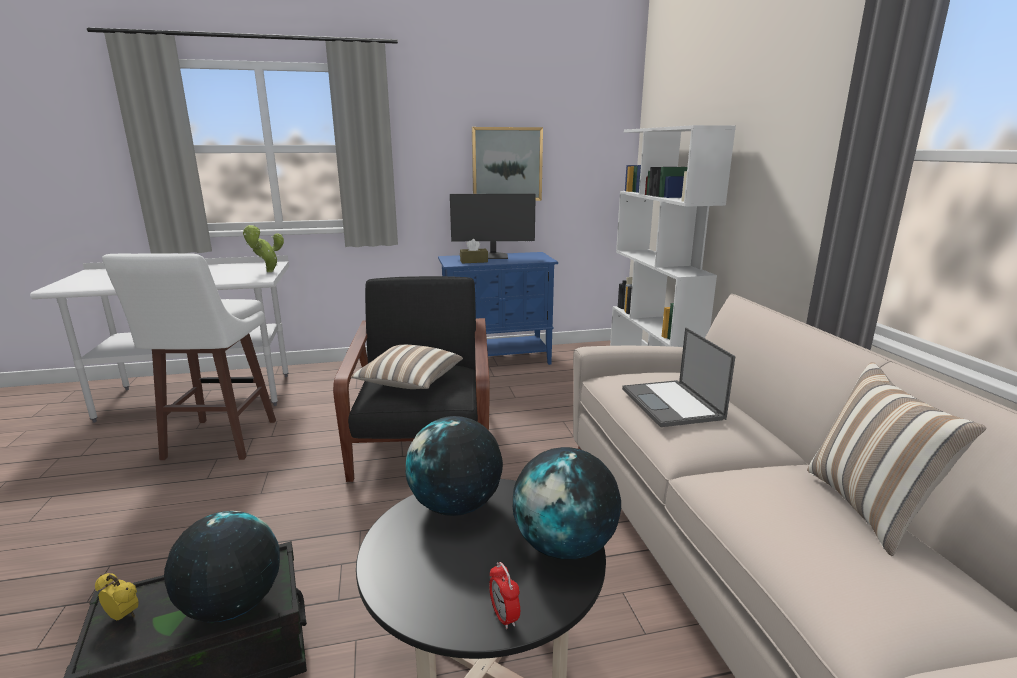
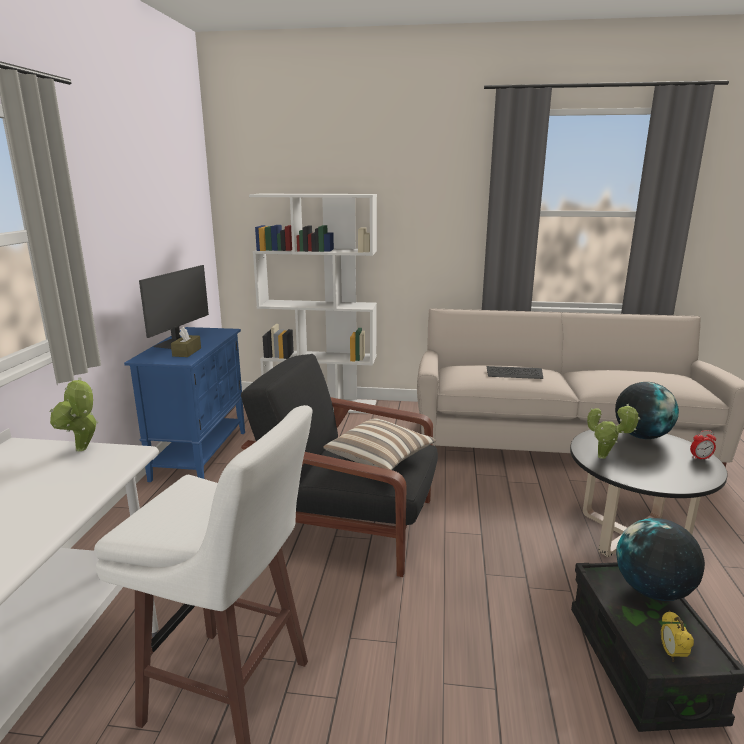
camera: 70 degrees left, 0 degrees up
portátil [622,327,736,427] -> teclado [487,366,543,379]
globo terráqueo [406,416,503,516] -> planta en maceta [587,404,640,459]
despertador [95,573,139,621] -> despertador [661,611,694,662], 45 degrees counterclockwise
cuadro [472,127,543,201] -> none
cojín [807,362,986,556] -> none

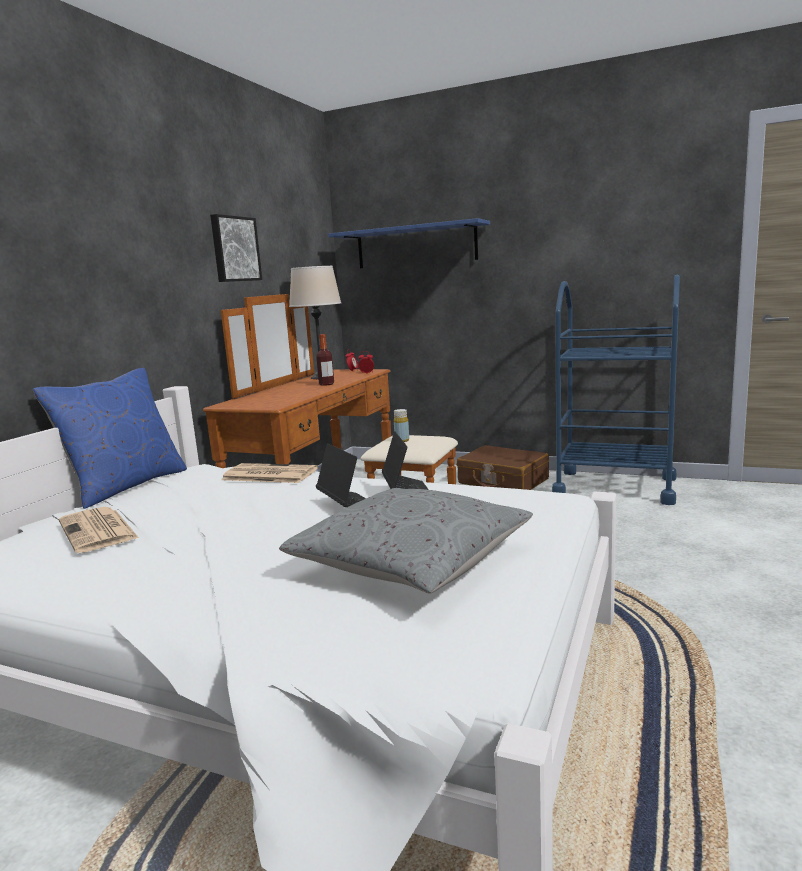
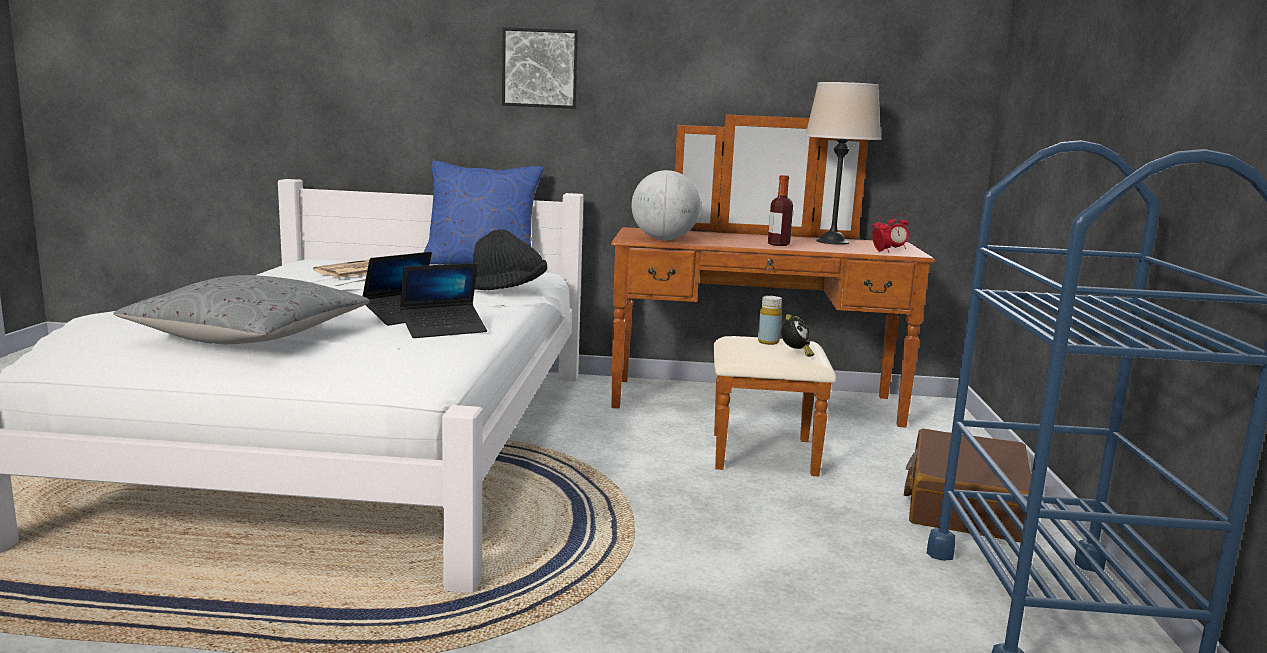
camera: 70 degrees right, 0 degrees up
periódico [222,463,318,483] -> sombrero (negro) [473,229,547,290]
cuadro [210,214,262,282] -> cuadro [502,27,579,109], relocated
none -> globo terráqueo [632,170,701,240]
none -> despertador [781,314,814,357]
estante (azul) [328,218,490,268] -> none

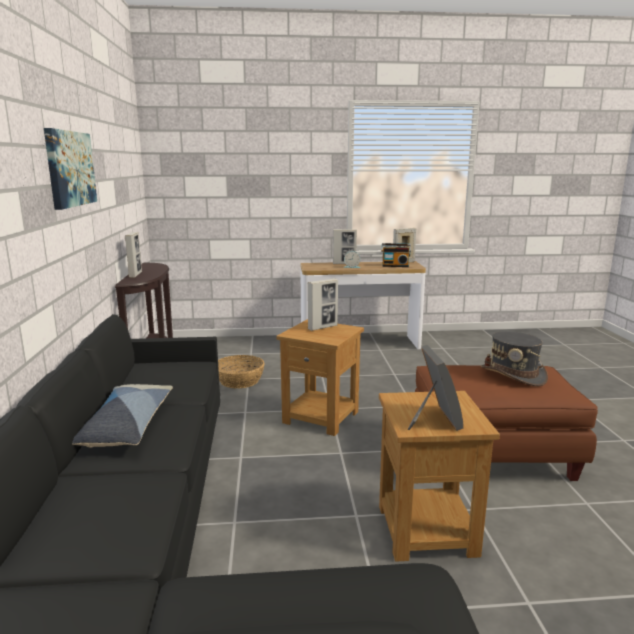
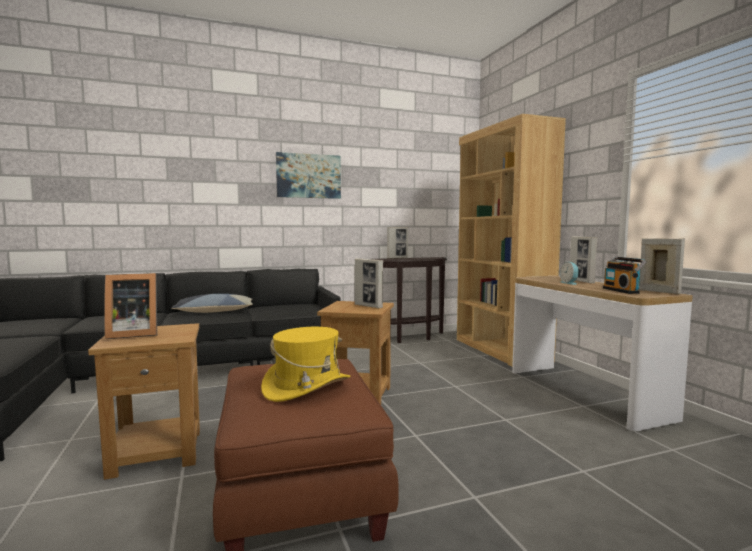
camera: 75 degrees right, 10 degrees down
sombrero (gris) [481,331,548,386] -> sombrero (amarillo) [261,327,351,402]
none -> estantería (marrón) [457,114,566,367]
cesta [218,355,265,388] -> none

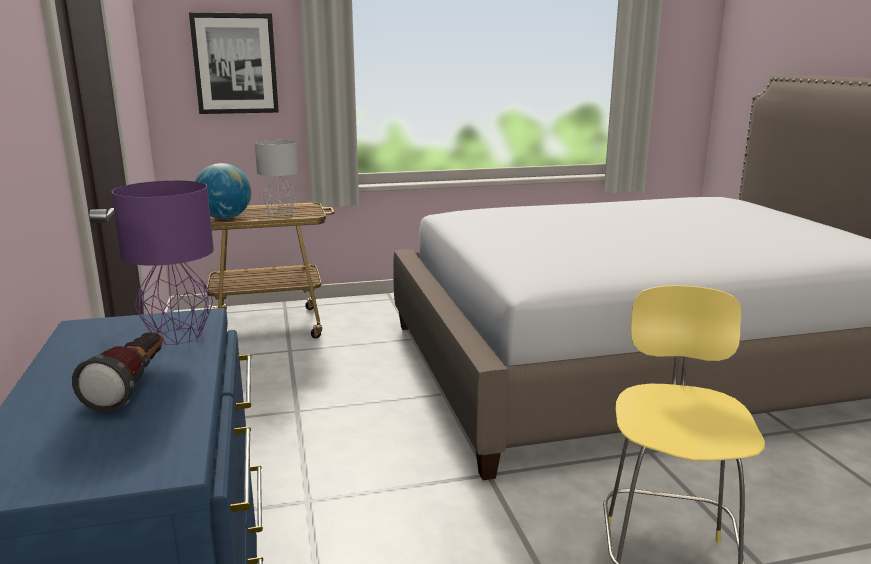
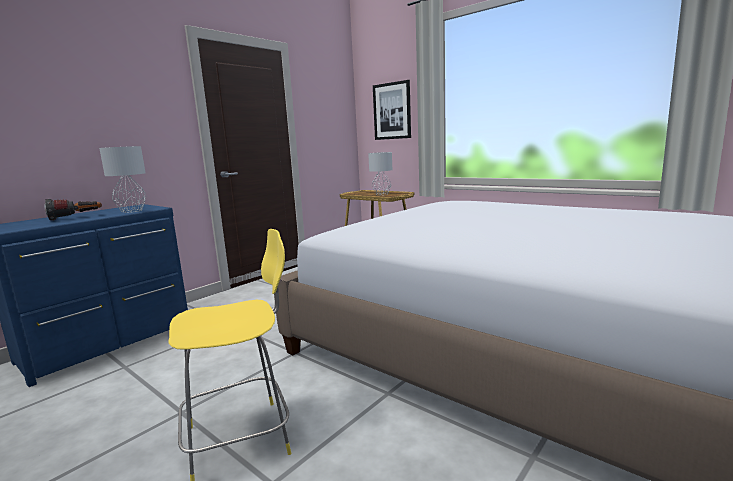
camera: 55 degrees right, 5 degrees down
lámpara de mesa (morado) [112,180,214,345] -> lámpara de mesa (gris) [99,146,146,213]
globo terráqueo [195,163,251,219] -> none

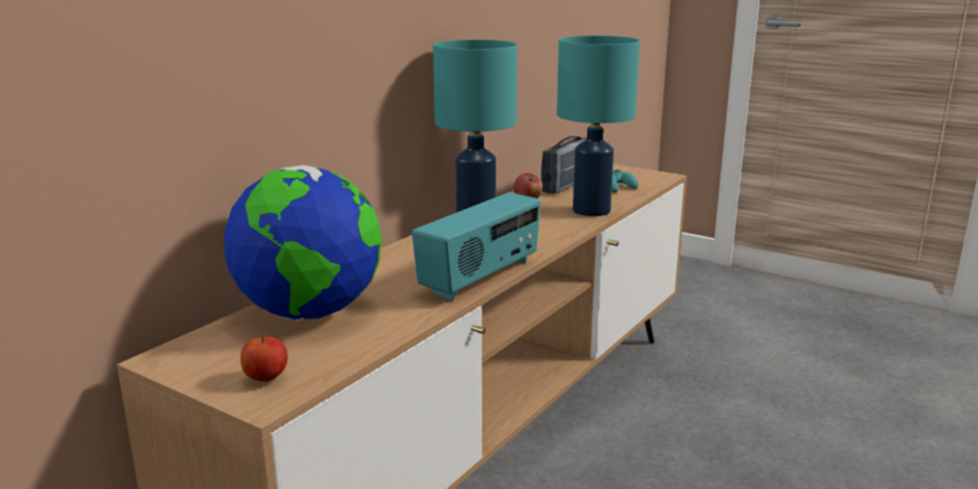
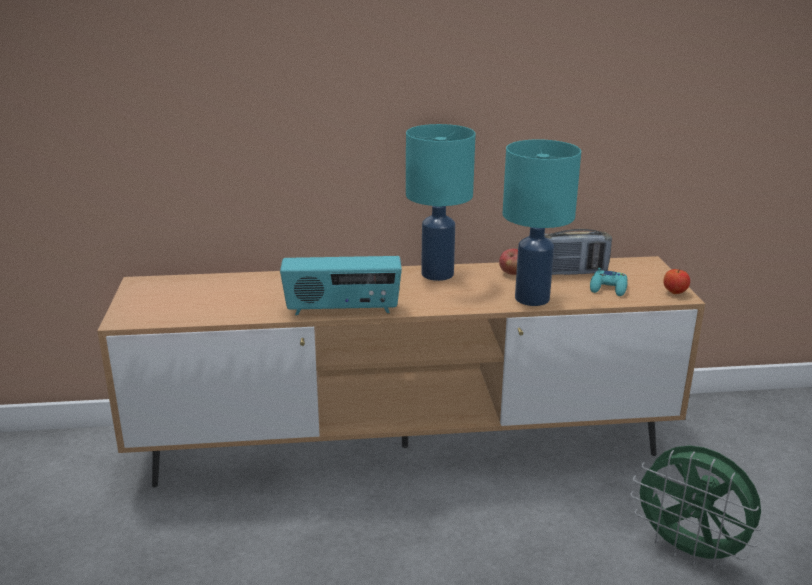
camera: 50 degrees right, 5 degrees up
none -> ventilador (verde) [630,445,763,569]
manzana [240,336,288,382] -> manzana [663,269,690,294], relocated
globo terráqueo [224,165,382,320] -> none

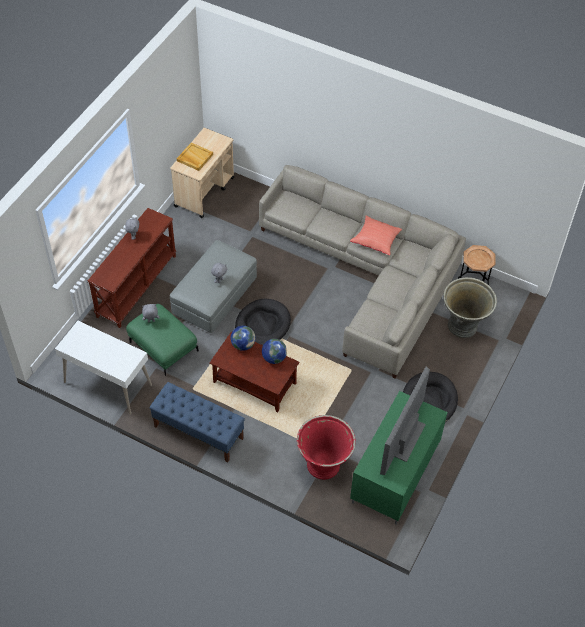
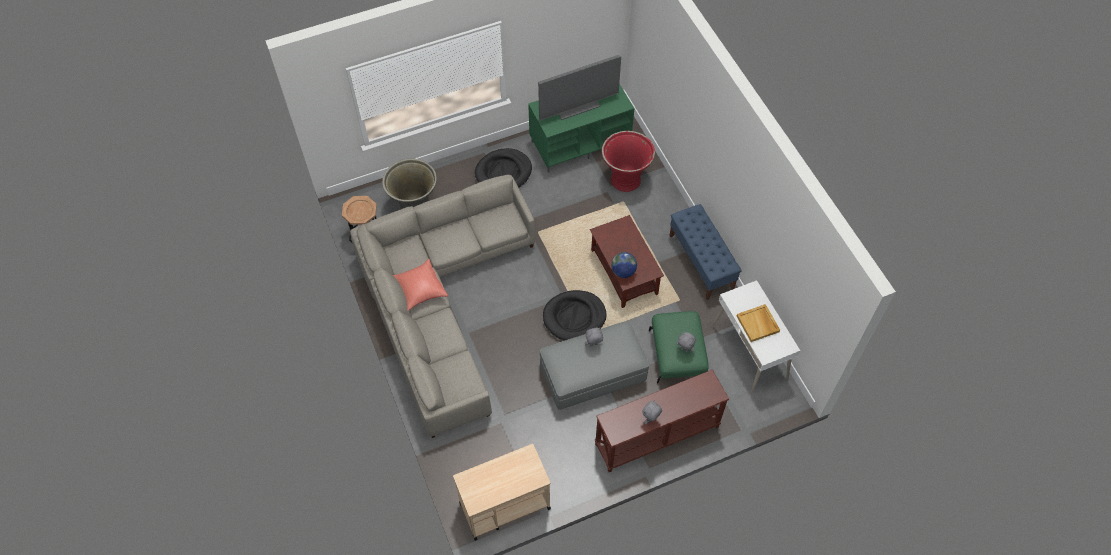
camera: 140 degrees left, 5 degrees up
bandeja (beis) [177,143,213,171] -> bandeja (beis) [737,304,780,342], relocated
globo terráqueo [262,339,287,364] -> none

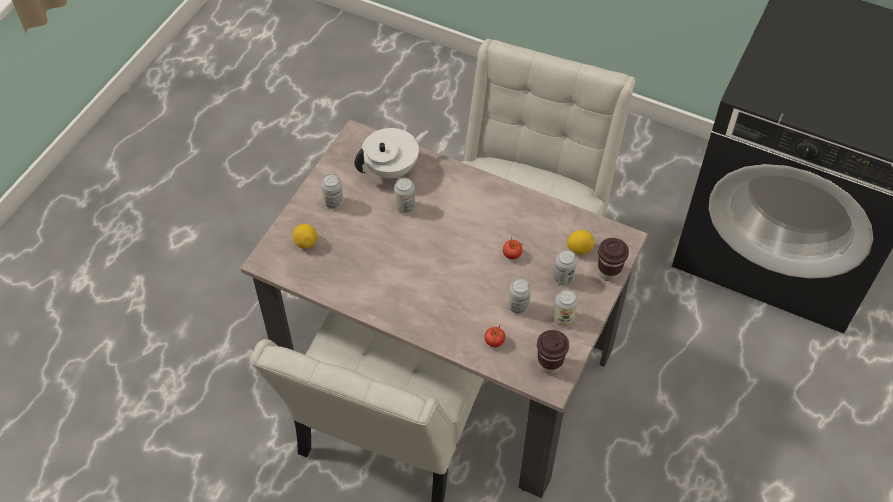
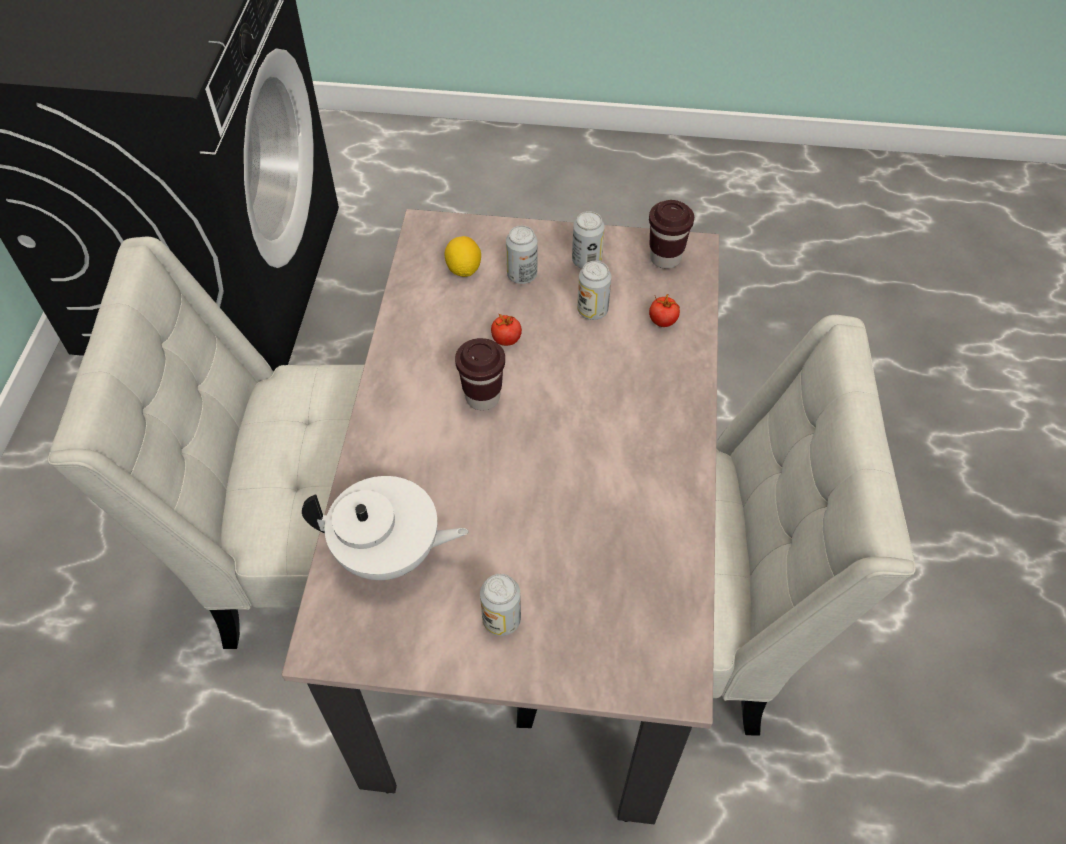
camera: 110 degrees left, 0 degrees up
tetera (blanco) [354,128,428,179] -> tetera (blanco) [302,476,469,580], 150 degrees clockwise
taza (marrón) [598,238,629,281] -> taza (marrón) [455,338,505,410], relocated
limón [293,224,317,249] -> none
lata [394,178,415,213] -> none

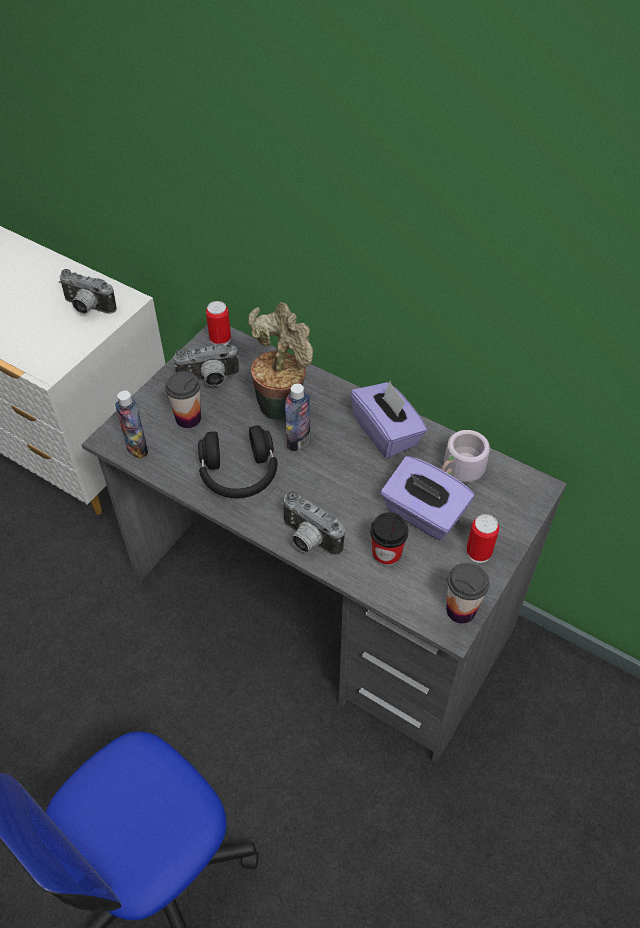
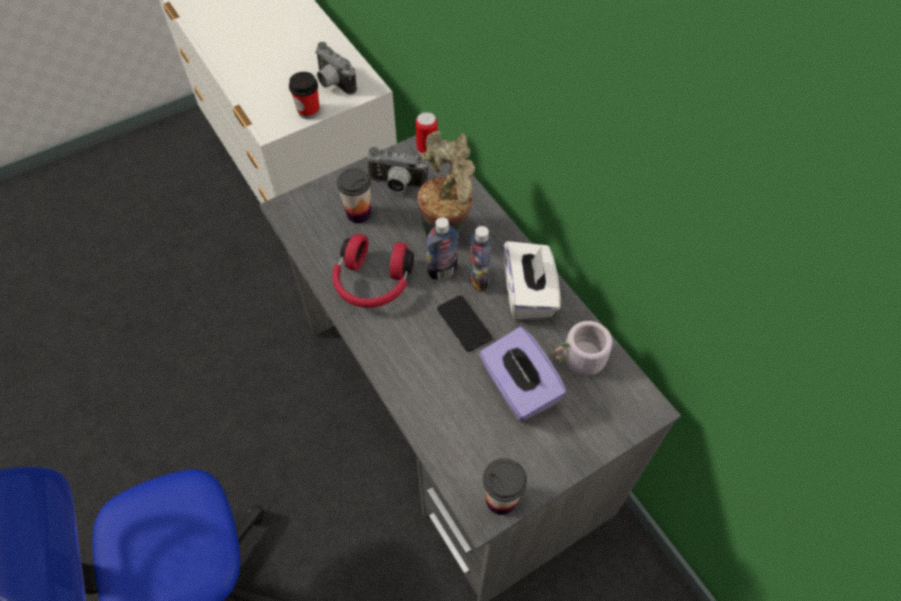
camera: 25 degrees right, 5 degrees up
taza [370,512,408,567] -> taza [289,72,320,119], relocated
auriculares (negro) [198,425,278,499] -> auriculares (rojo) [332,234,414,308]
none -> móvil [437,296,492,351]
botella [115,390,148,459] -> botella [470,226,492,291], relocated
caja de pañuelos (morado) [350,381,427,459] -> caja de pañuelos (blanco) [504,241,560,320]
cámara [281,491,345,556] -> none
lata [466,514,499,563] -> none

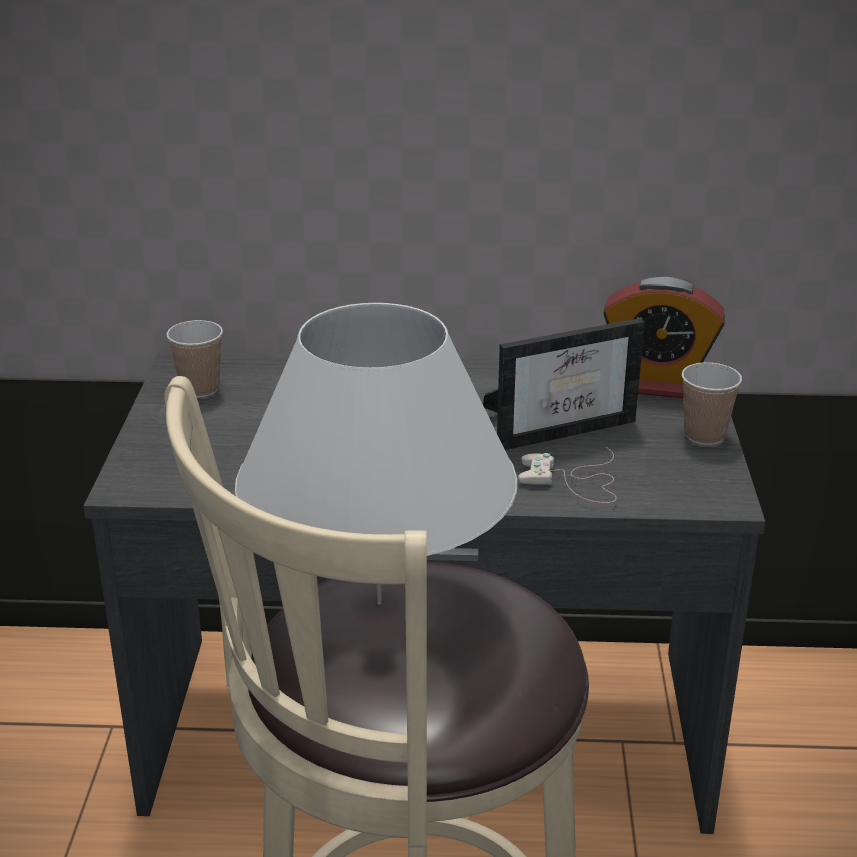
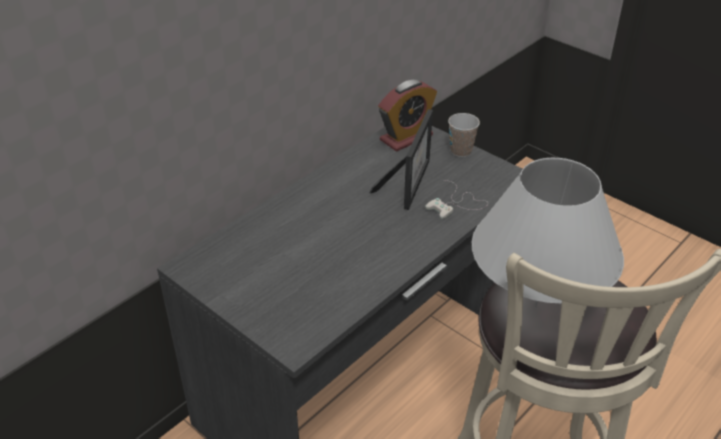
camera: 50 degrees left, 10 degrees up
taza [166,320,223,398] -> none

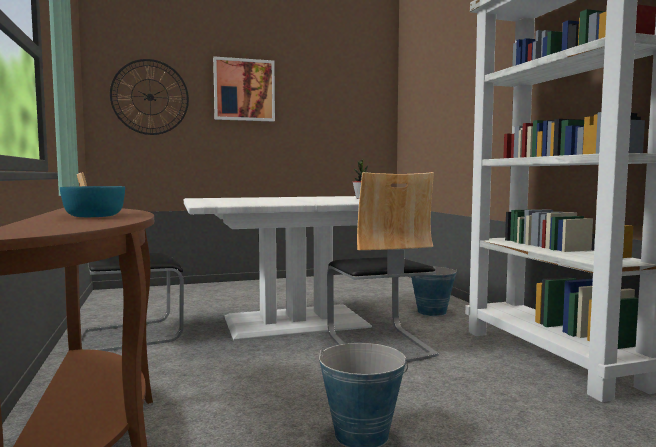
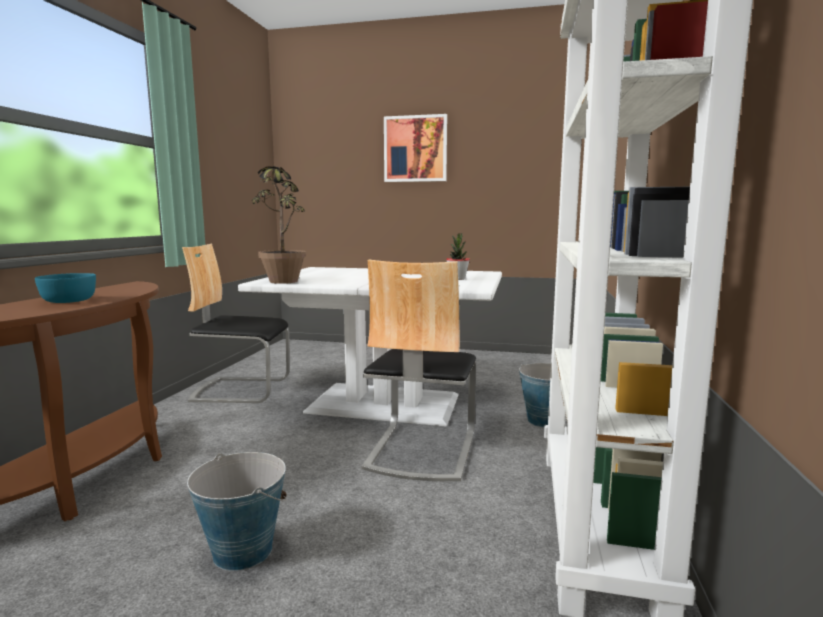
camera: 30 degrees right, 5 degrees up
none -> planta en maceta [252,166,306,284]
reloj de pared [110,59,189,135] -> none

